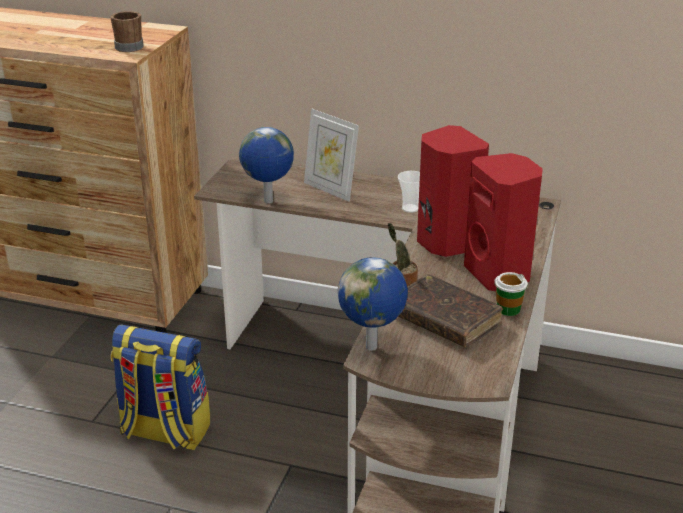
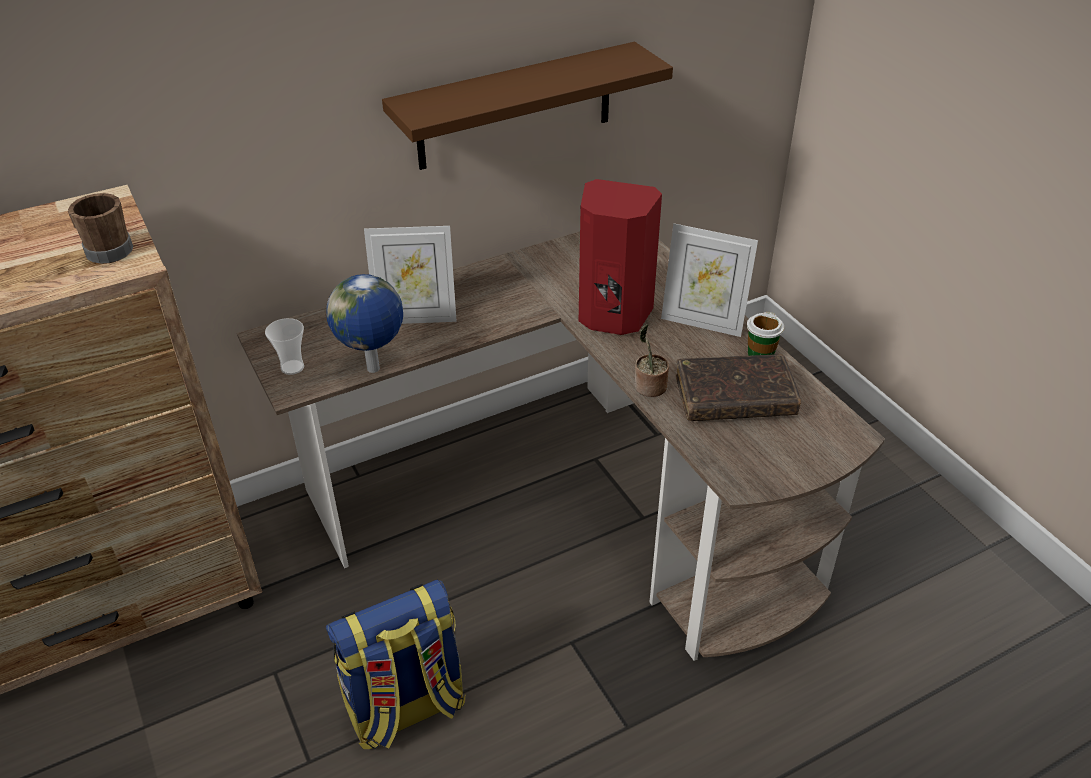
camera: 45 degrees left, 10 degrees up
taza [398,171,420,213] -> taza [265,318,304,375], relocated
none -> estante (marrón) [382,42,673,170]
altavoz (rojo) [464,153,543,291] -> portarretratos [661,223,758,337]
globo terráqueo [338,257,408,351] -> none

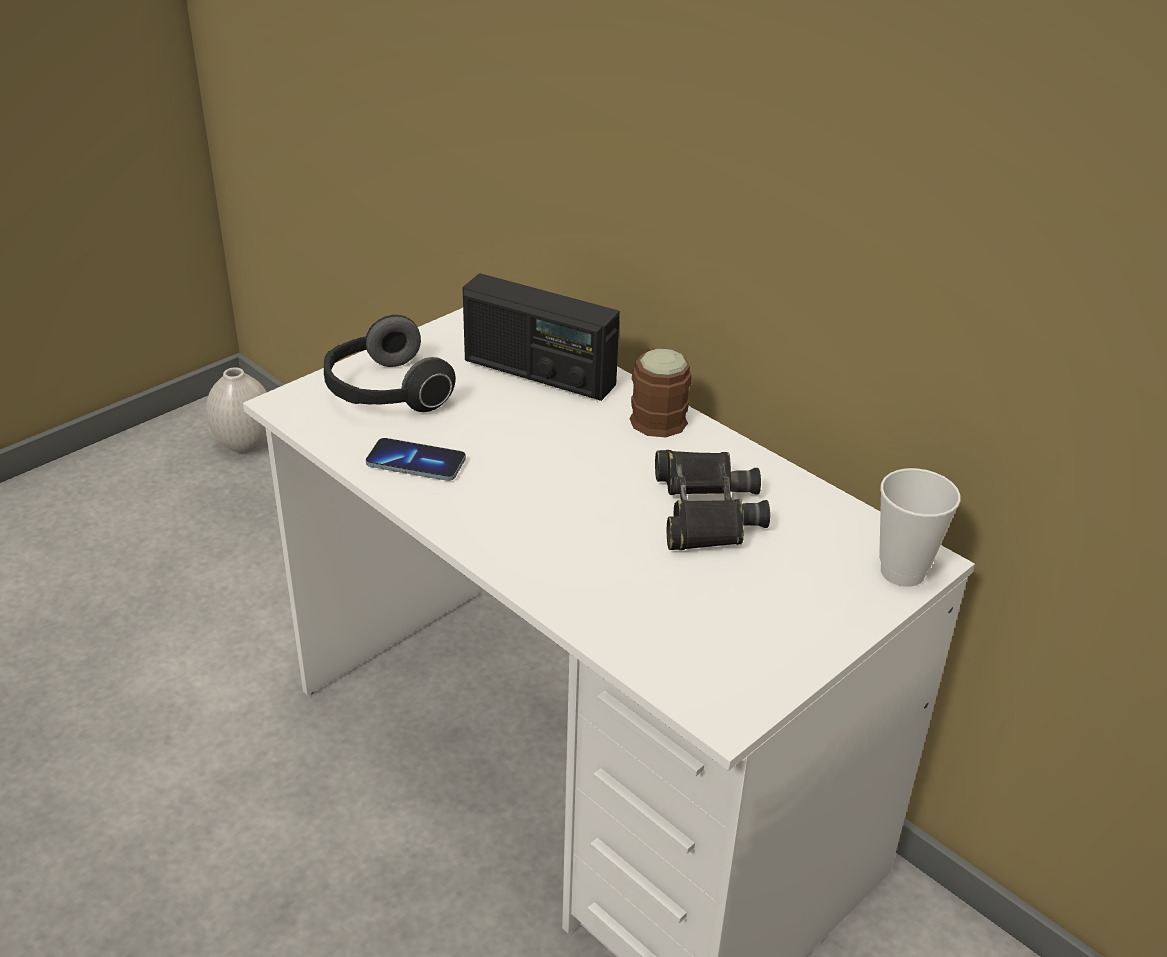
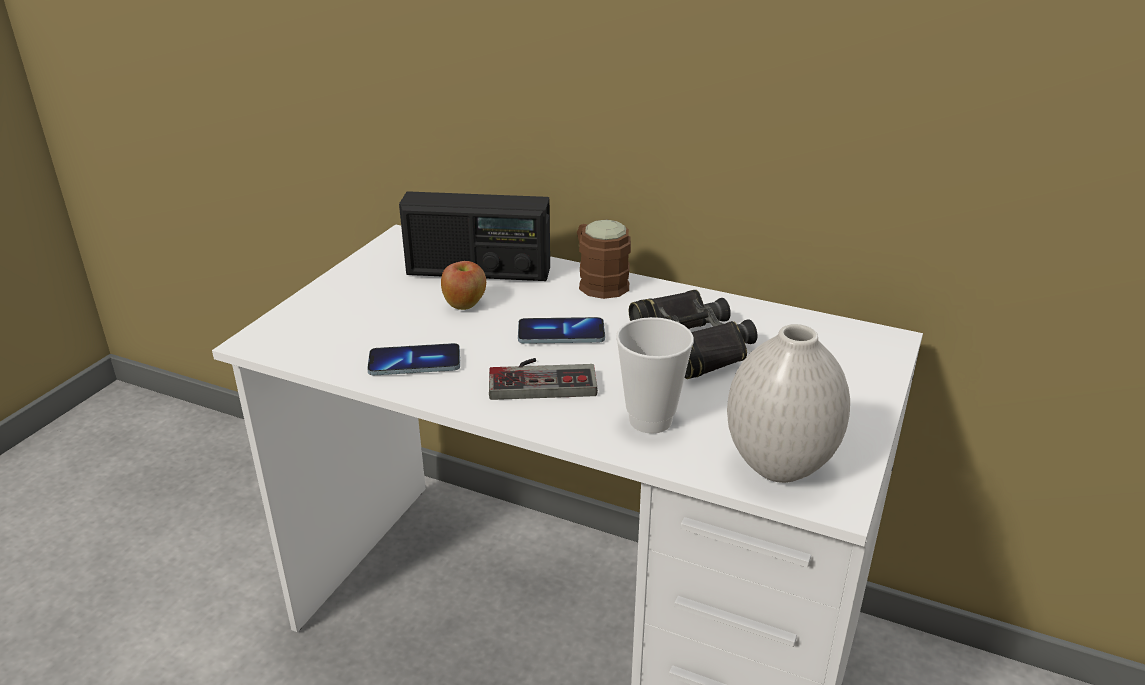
camera: 20 degrees left, 5 degrees down
none -> manzana [441,261,486,310]
none -> mando de consola [489,358,598,400]
none -> móvil [518,317,605,344]
taza [879,468,961,587] -> taza [616,317,694,434], relocated
florero (blanco) [206,367,267,453] -> florero (blanco) [727,324,850,483], relocated
auriculares [324,315,456,412] -> none

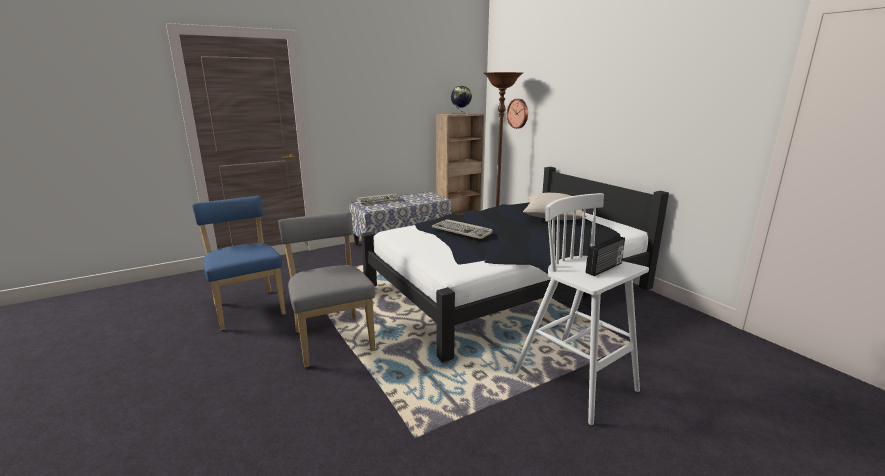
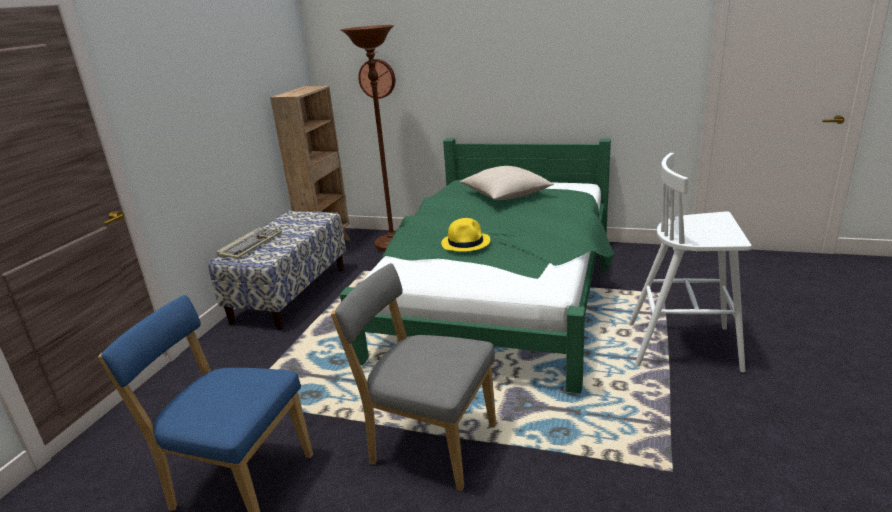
camera: 40 degrees left, 5 degrees up
cama (negro) [361,167,669,362] -> cama (verde) [340,138,614,393]
teclado [432,219,493,239] -> sombrero (amarillo) [441,218,490,252]
globo terráqueo [451,86,472,114] -> none
radio [586,236,625,276] -> none

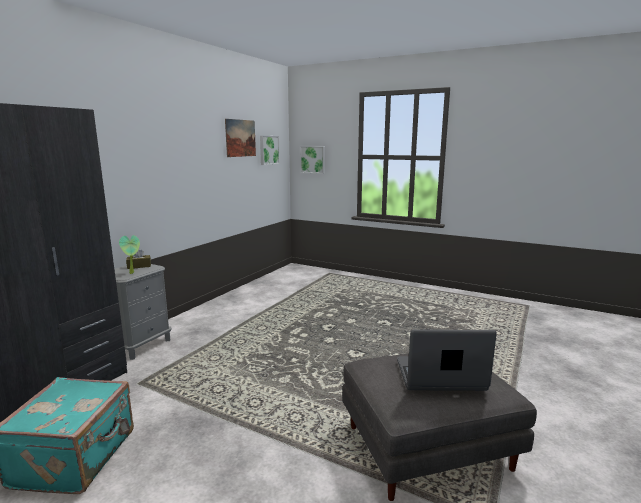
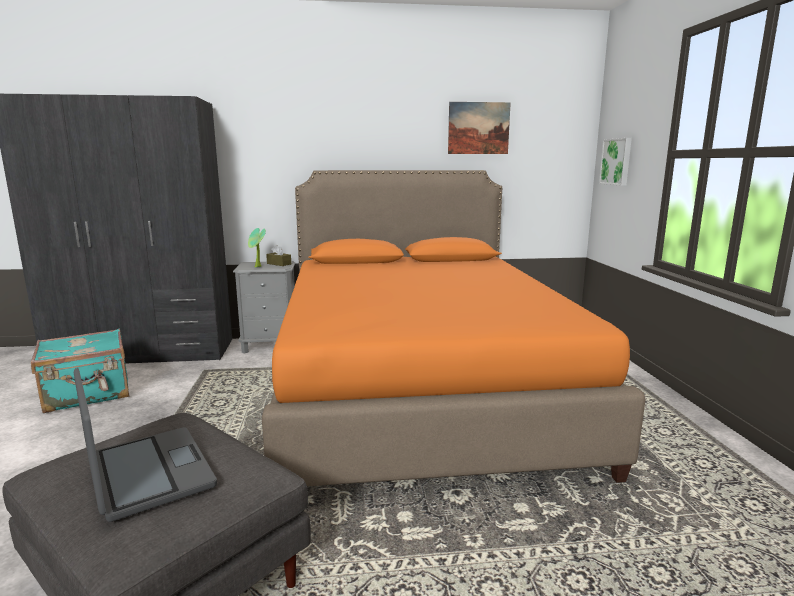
camera: 55 degrees right, 0 degrees up
none -> cama (naranja) [262,170,646,486]
cuadro [260,136,280,165] -> none

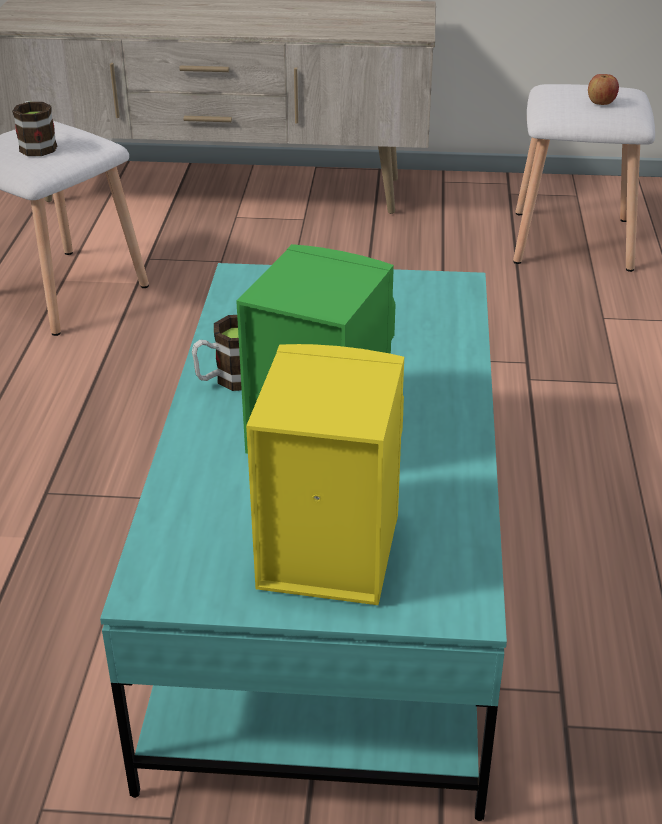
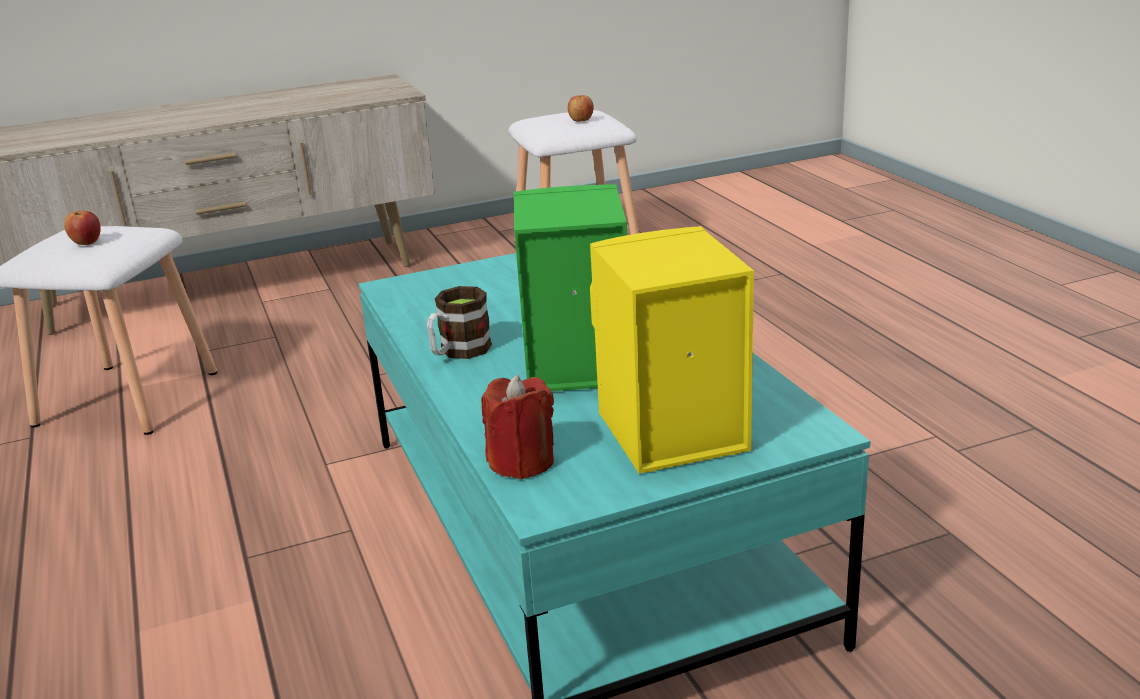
camera: 25 degrees left, 10 degrees down
taza grande [12,101,57,156] -> manzana [64,211,101,245]
none -> vela (rojo) [481,375,554,479]

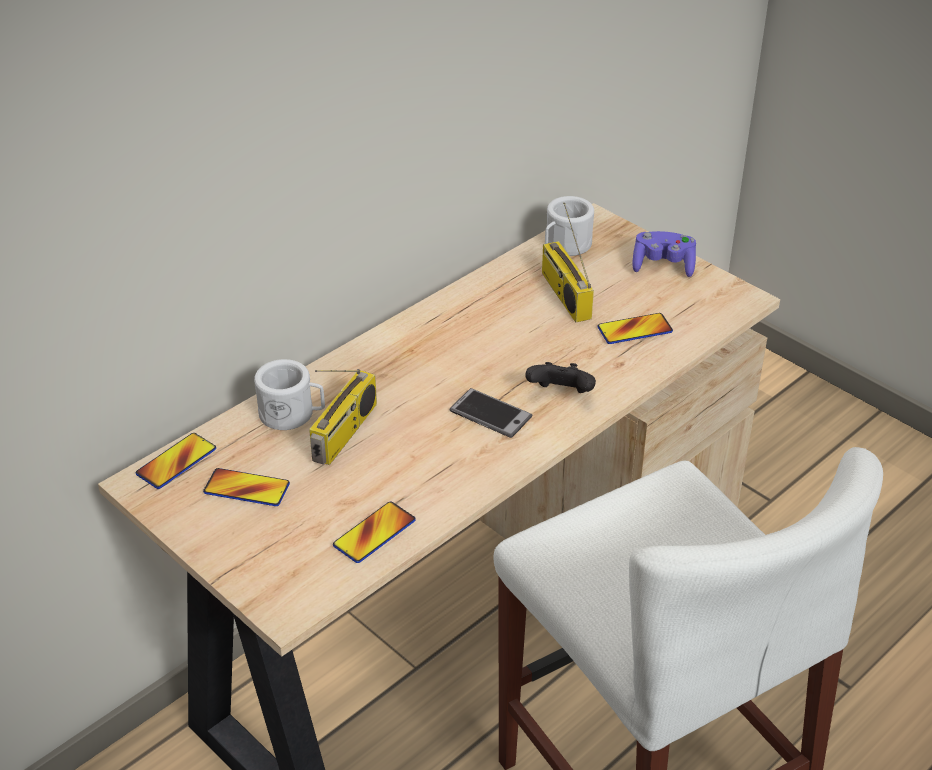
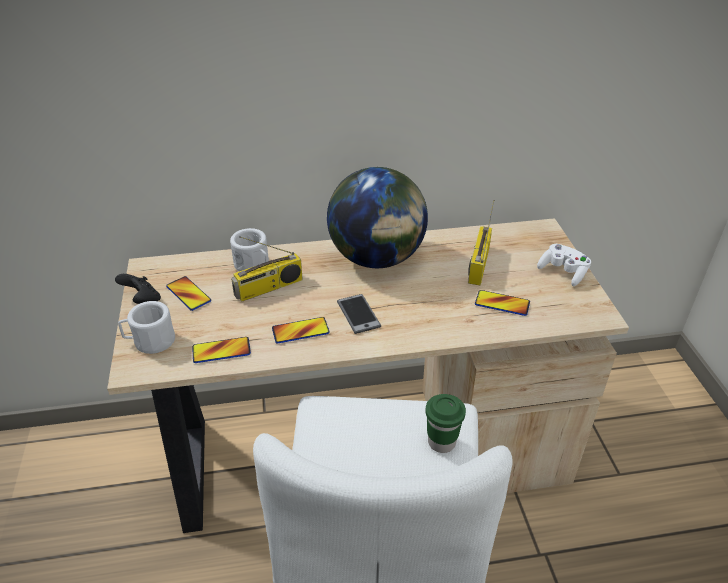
camera: 35 degrees right, 0 degrees up
mando de consola (negro) [525,362,596,393] -> mando de consola (negro) [115,274,161,304], relocated
taza grande (blanco) [545,196,594,256] -> taza grande (blanco) [118,301,175,354], relocated
móvil [136,433,216,489] -> móvil [272,317,330,343], relocated
none -> globo terráqueo [327,167,428,268]
none -> taza (verde) [425,394,466,453]
mando de consola (morado) [632,231,696,277] -> mando de consola (blanco) [537,244,591,286]

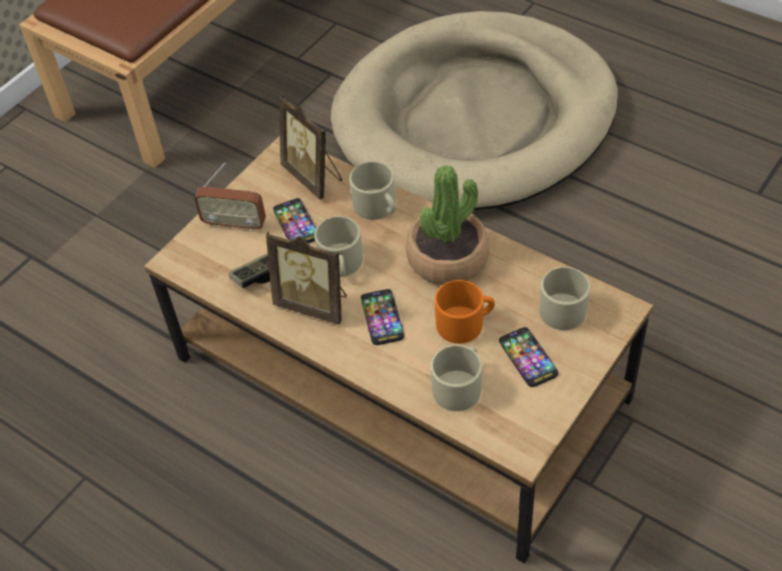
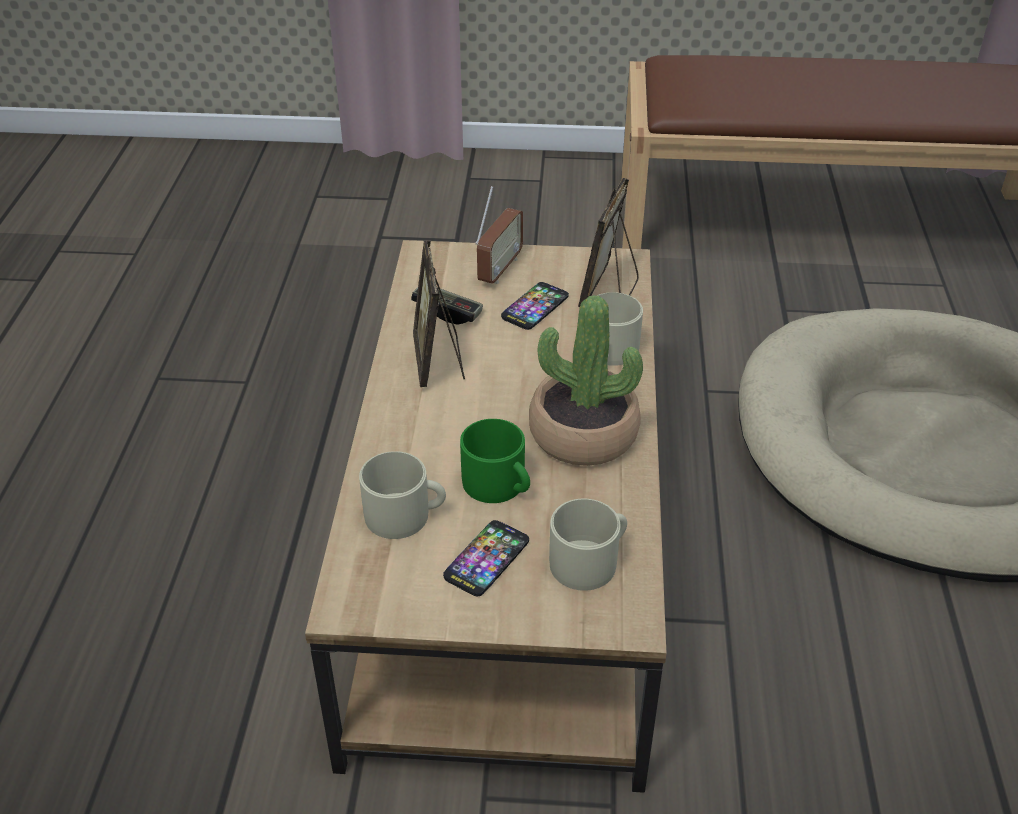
camera: 55 degrees right, 10 degrees down
taza grande (naranja) [435,280,495,344] -> taza grande (verde) [460,419,530,503]
radio [194,163,266,232] -> radio [475,186,523,284], 135 degrees counterclockwise
taza grande (beis) [314,216,363,277] -> none
móvil [361,289,404,345] -> none

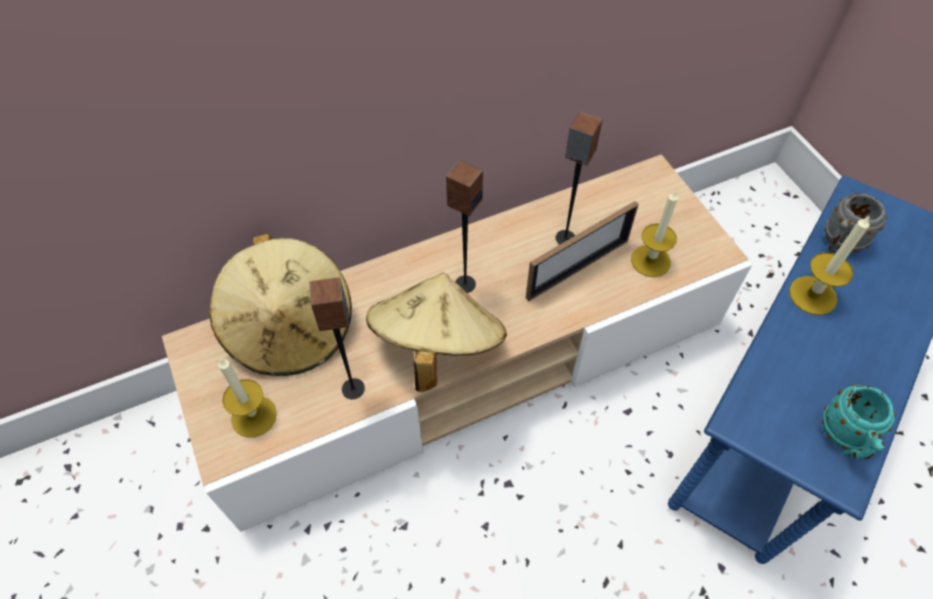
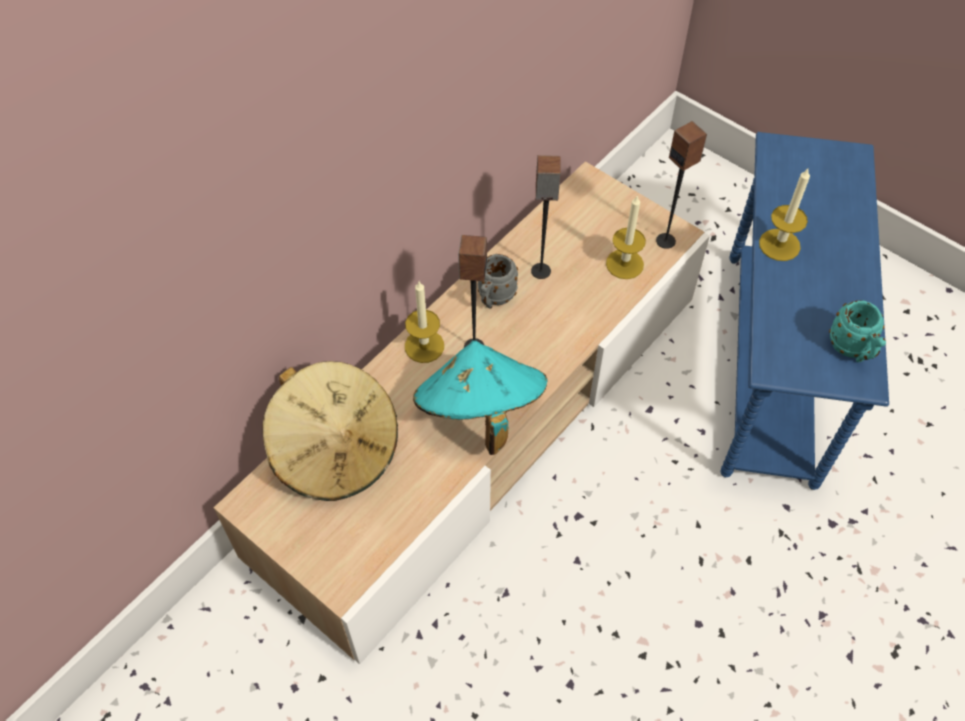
camera: 25 degrees left, 0 degrees up
vela [218,358,277,437] -> vela [405,281,444,363], relocated
sombrero (beis) [366,272,507,392] -> sombrero (turquesa) [413,341,547,455]
taza grande (gris) [824,193,887,253] -> taza grande (gris) [478,254,518,309], relocated
altavoz [309,277,365,399] -> altavoz [656,121,707,249], relocated
portarretratos [526,201,639,301] -> none

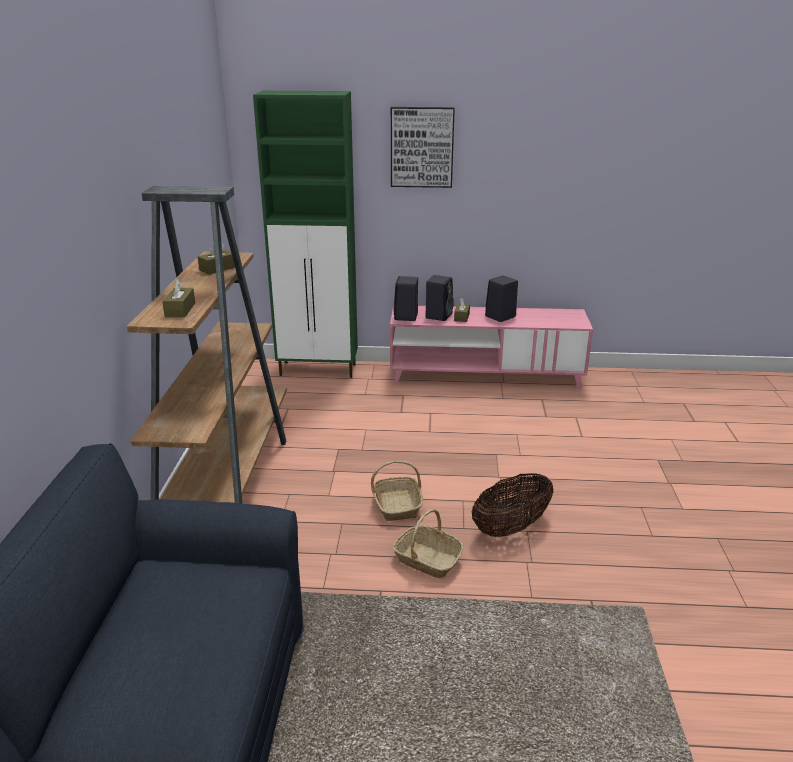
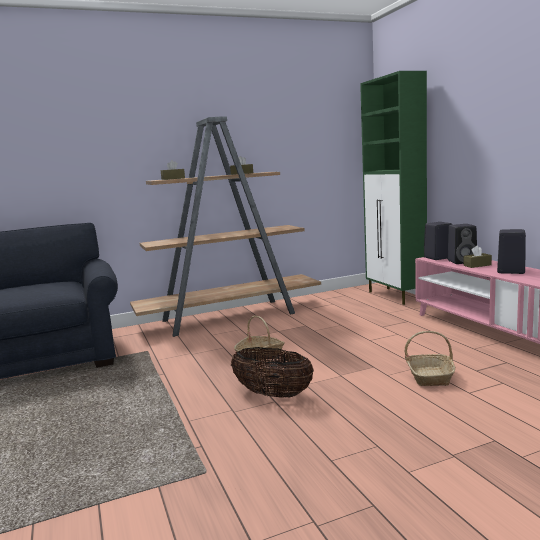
camera: 65 degrees right, 15 degrees down
cesta [393,509,464,578] -> cesta [404,331,455,386], relocated
cuadro [391,107,455,188] -> none

